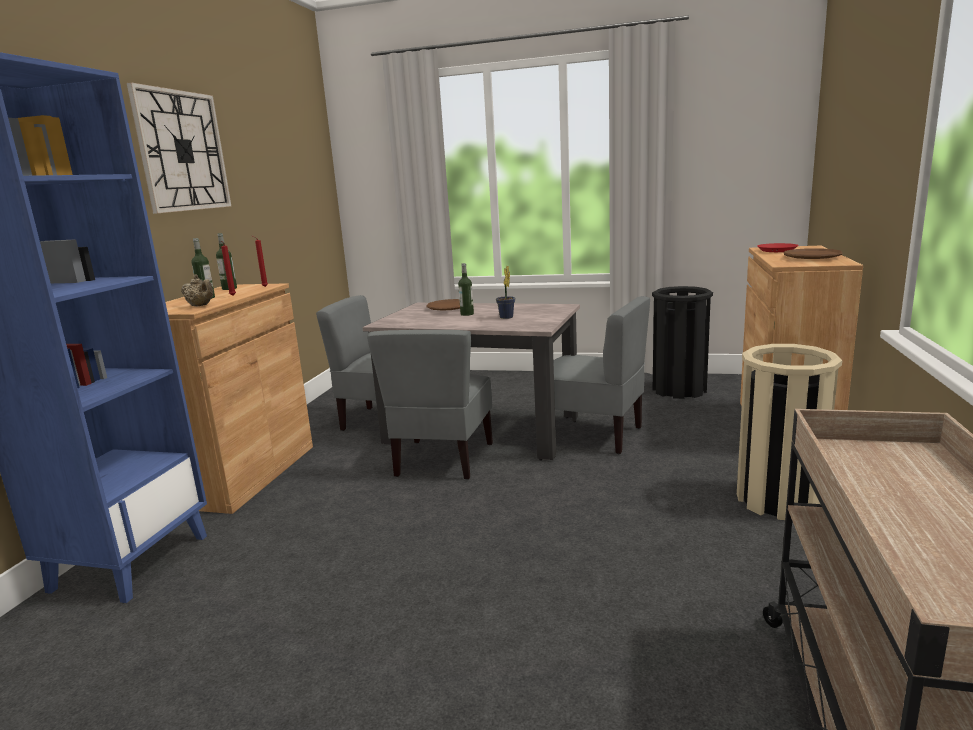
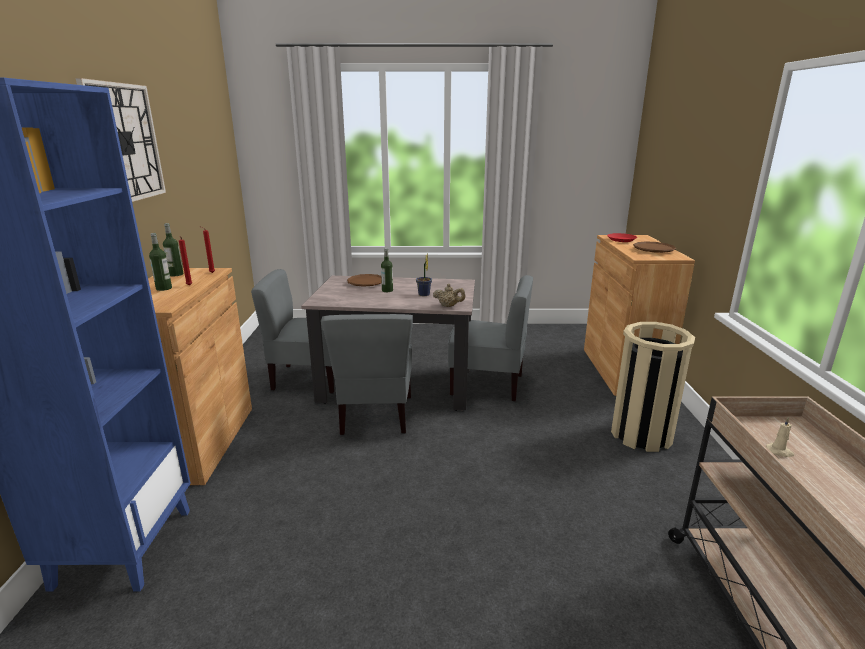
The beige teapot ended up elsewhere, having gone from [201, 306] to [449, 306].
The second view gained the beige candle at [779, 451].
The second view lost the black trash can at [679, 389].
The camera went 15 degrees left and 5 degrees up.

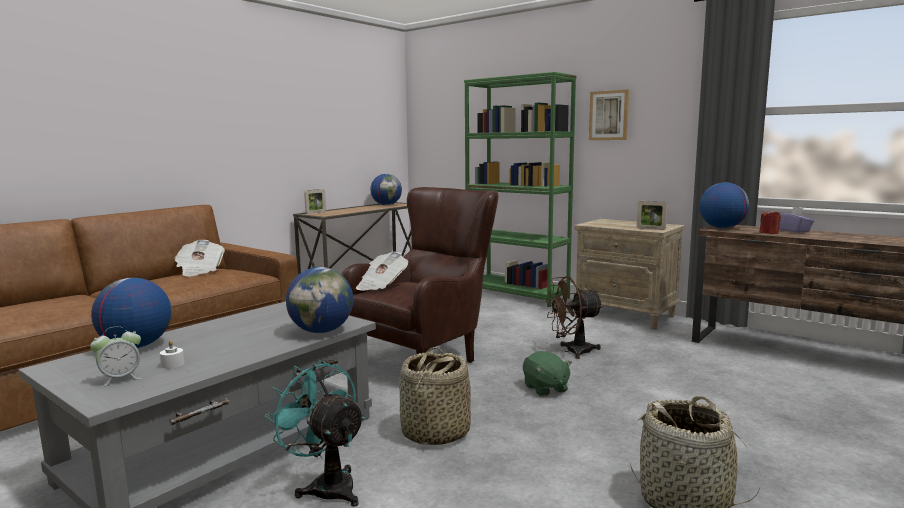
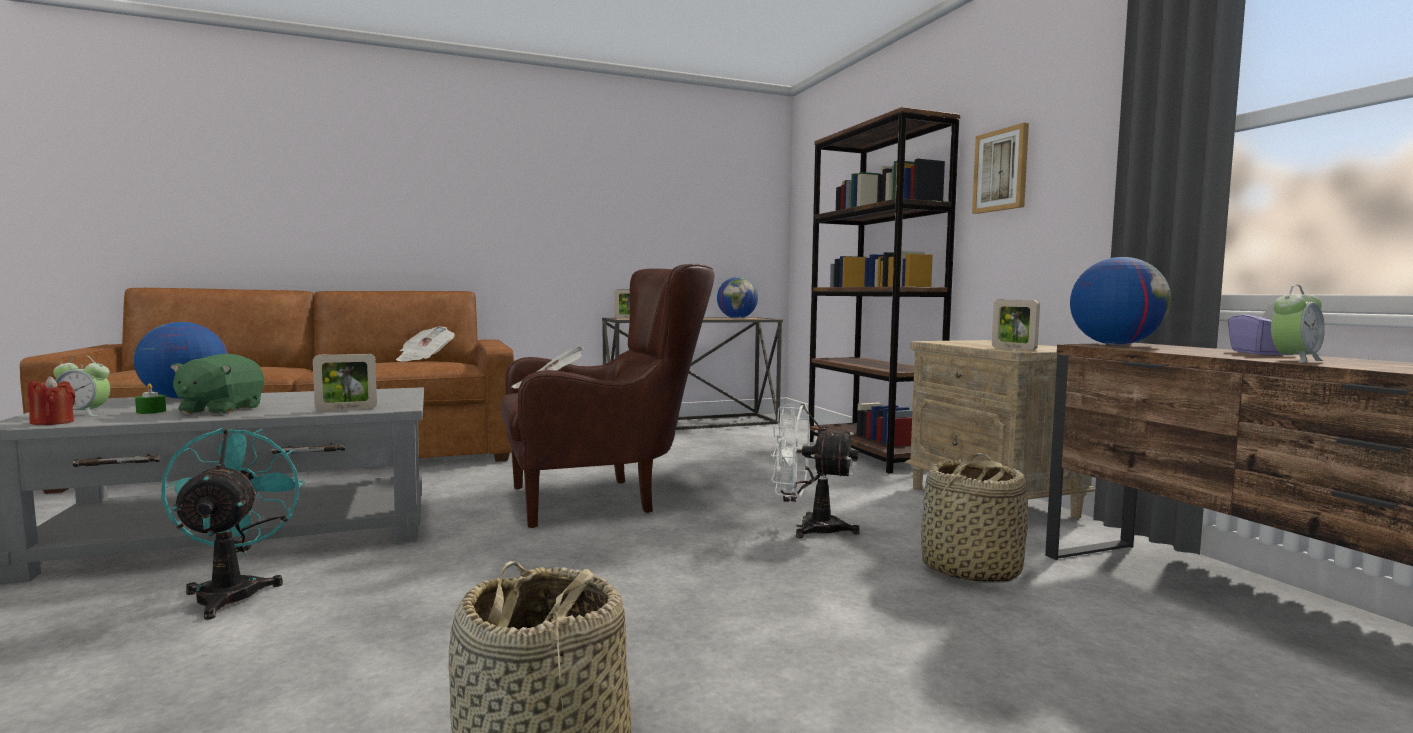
The red candle ended up elsewhere, having gone from [769, 233] to [53, 422].
What was the white candle at [172, 364] turned into the green candle at [151, 411].
The green plush toy ended up elsewhere, having gone from [545, 388] to [219, 410].
Where the globe stood at [322, 331], the picture frame came to stand at [346, 409].
What was the brown fan at [572, 351] turned into the white fan at [809, 528].
What was the green bookcase at [517, 294] turned into the brown bookcase at [870, 453].
The basket ended up elsewhere, having gone from [434, 433] to [969, 570].
The second view gained the alarm clock at [1294, 360].
The camera went 30 degrees right and 5 degrees down.

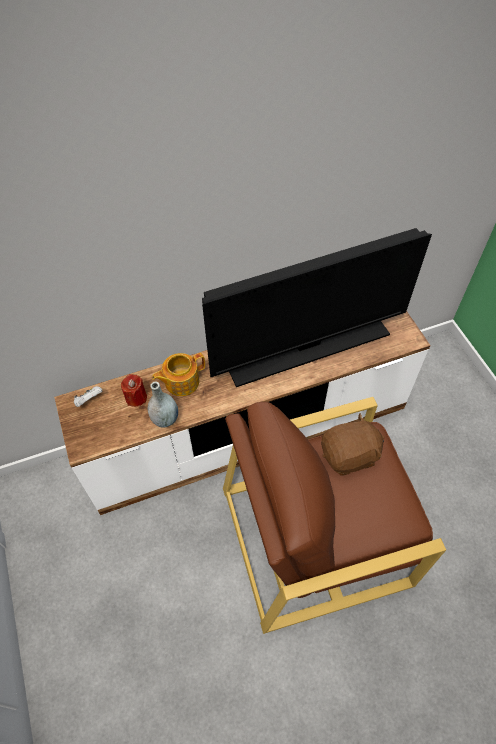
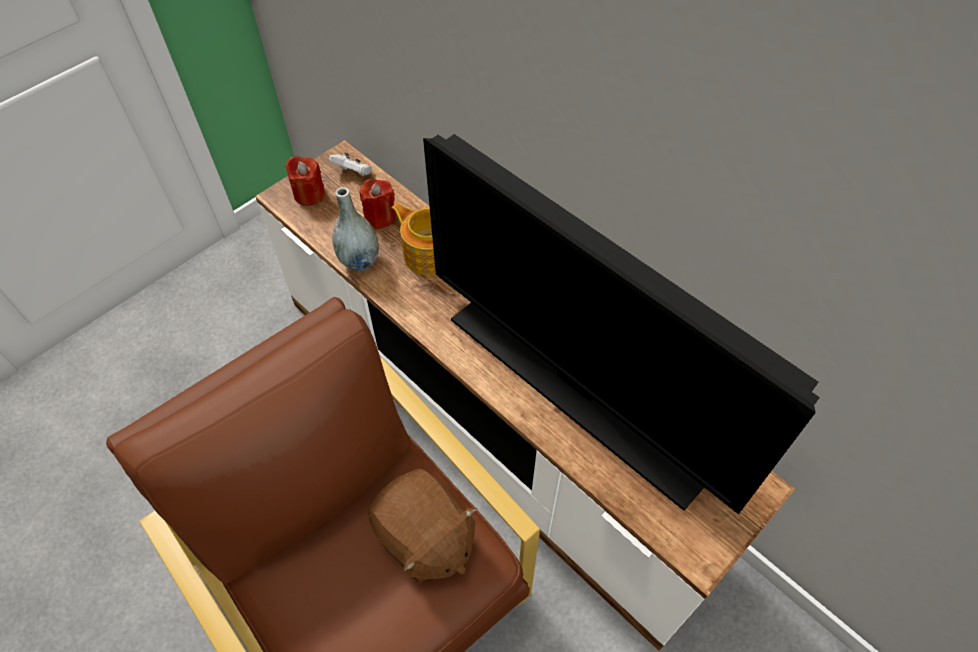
The second view gained the red candle at [309, 194].
The camera went 65 degrees right and 0 degrees up.

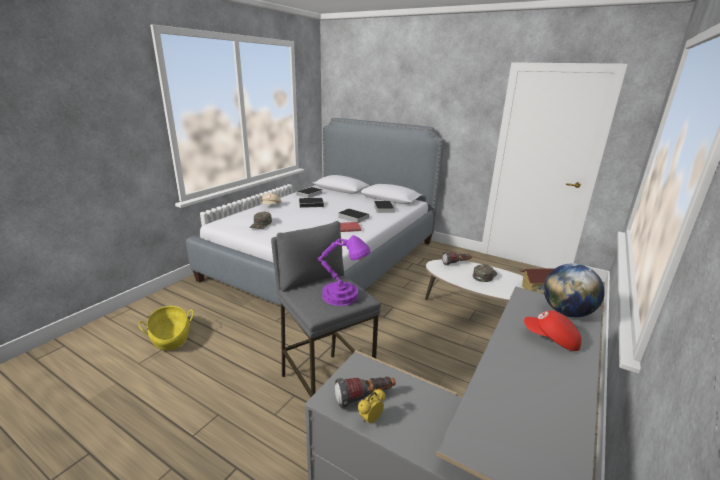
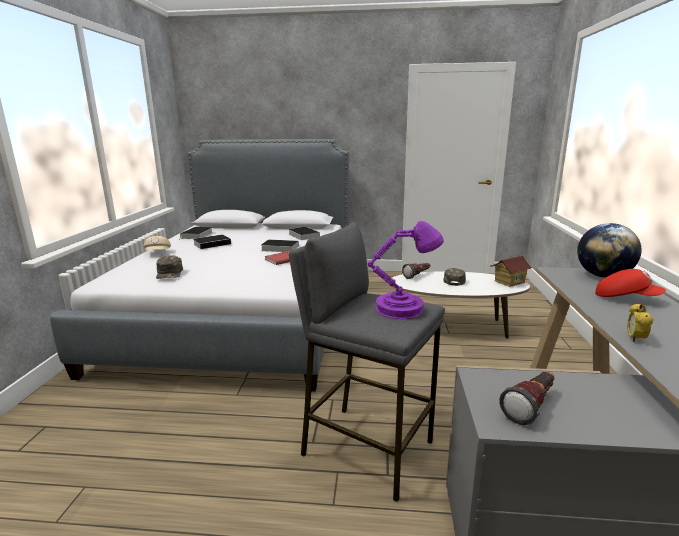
The red cap at [551, 339] ended up facing another way, 150 degrees counterclockwise from before.
The alarm clock ended up elsewhere, having gone from [370, 419] to [635, 339].
The second view lost the basket at [171, 338].
The camera went 25 degrees left and 5 degrees down.

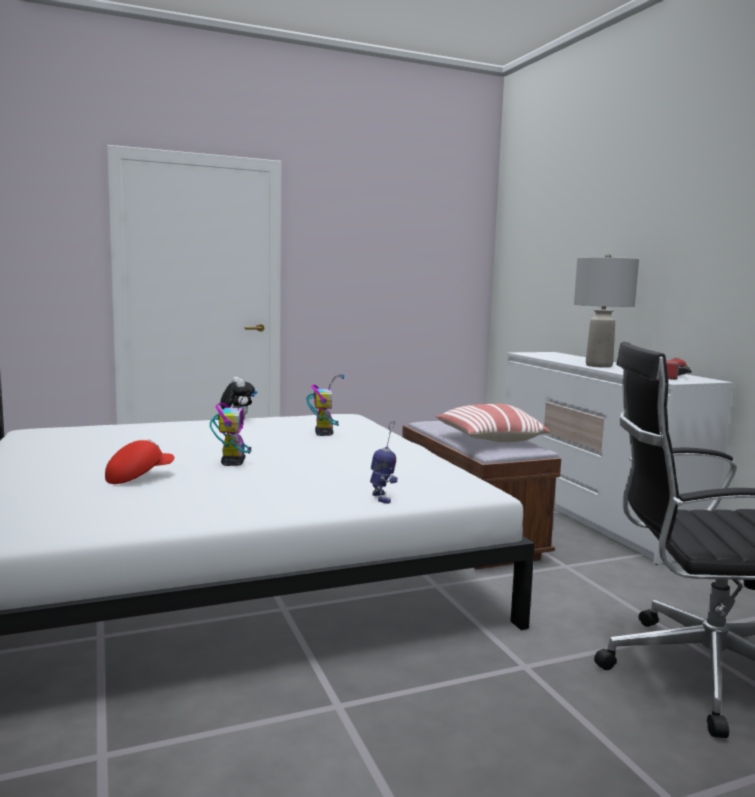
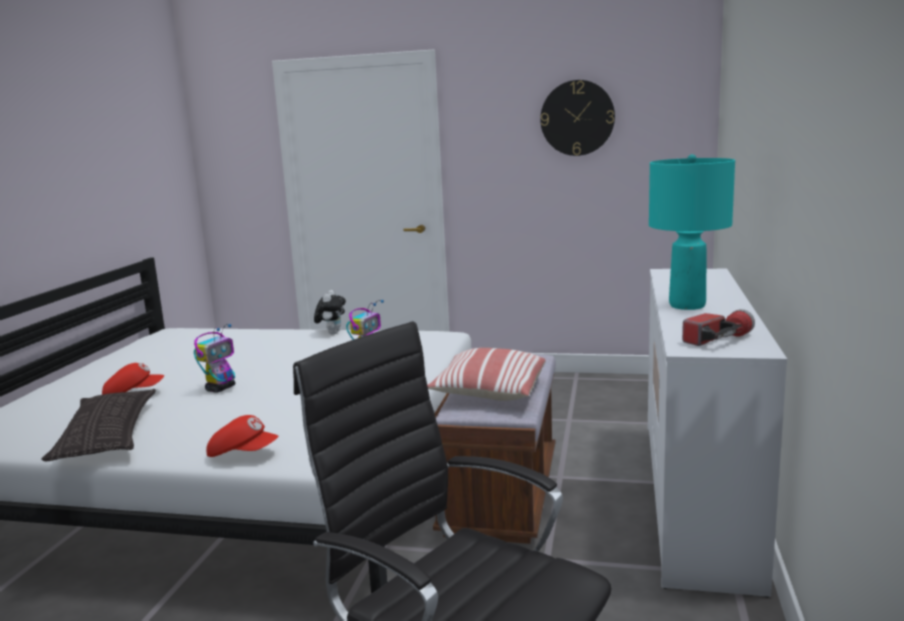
The second view gained the pillow at [107, 434].
Where the toy robot stood at [382, 498], the red cap came to stand at [243, 454].
The second view gained the wall clock at [577, 118].
What was the grey table lamp at [599, 366] turned into the turquoise table lamp at [687, 305].
The camera went 35 degrees right and 5 degrees up.

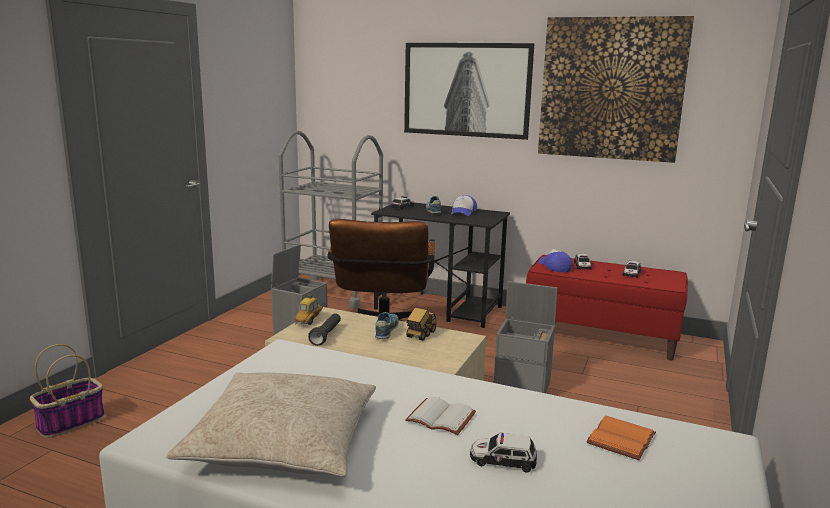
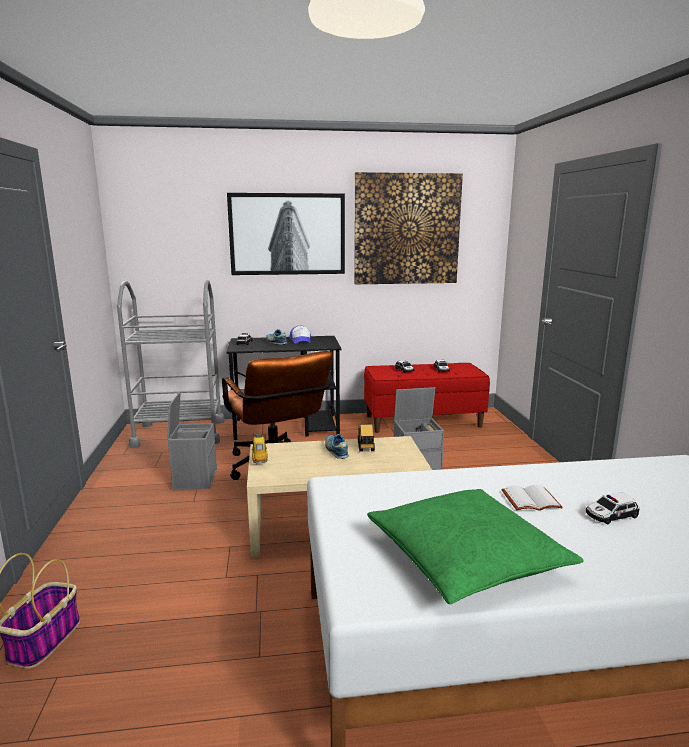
What was the beige pillow at [283, 441] turned into the green pillow at [465, 557].
The second view lost the black flashlight at [326, 335].
The second view lost the cap at [554, 266].
The second view lost the orange book at [622, 440].
The camera went 30 degrees left and 0 degrees up.

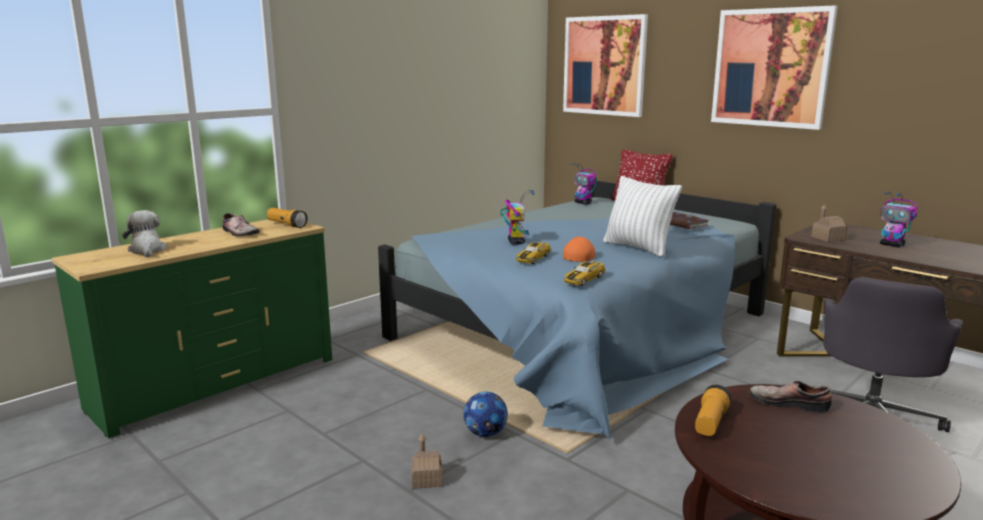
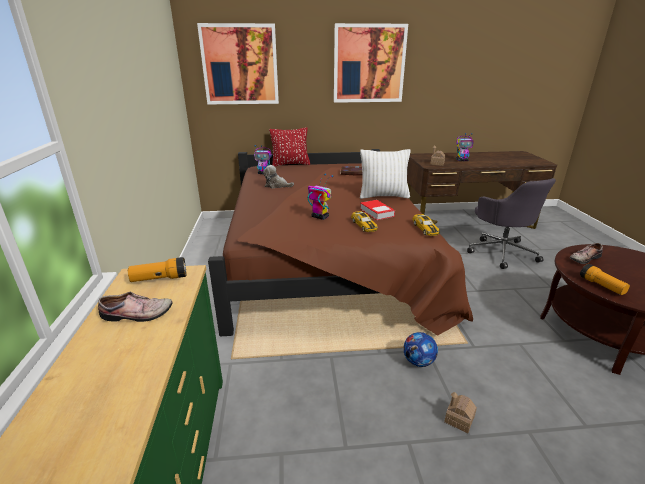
What was the blue bed at [584, 331] turned into the brown bed at [327, 261].
The plush toy ended up elsewhere, having gone from [147, 250] to [276, 186].
Where the orange cap stood at [580, 255], the book came to stand at [376, 212].
The camera went 50 degrees left and 10 degrees up.

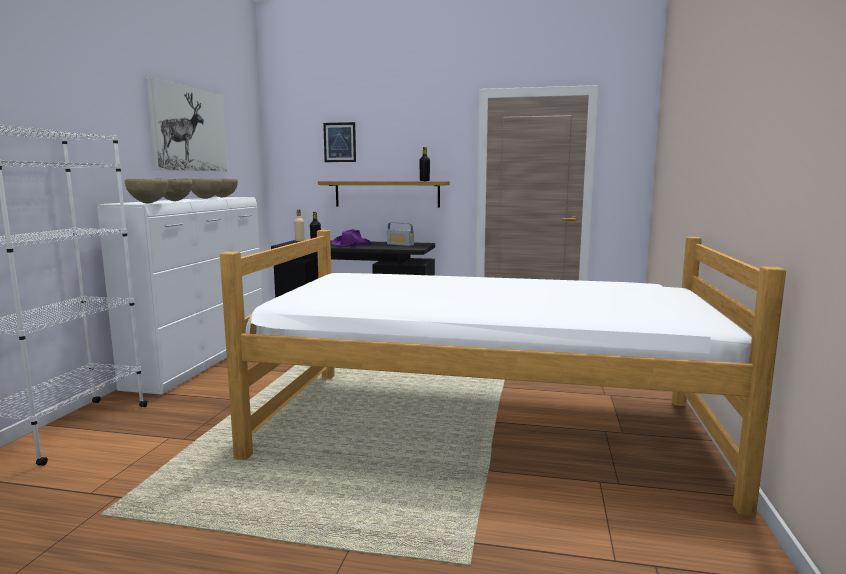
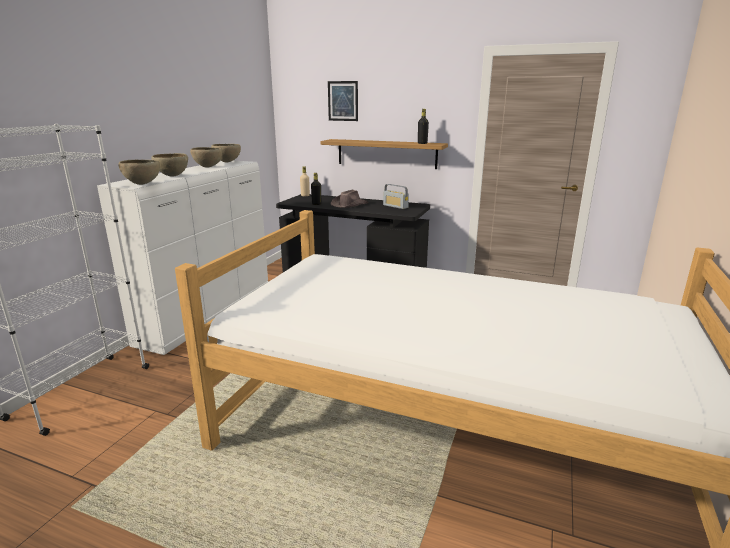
What was the purple hat at [351, 244] turned into the brown hat at [349, 204].
The second view lost the picture at [189, 129].
The camera went 10 degrees right and 10 degrees up.

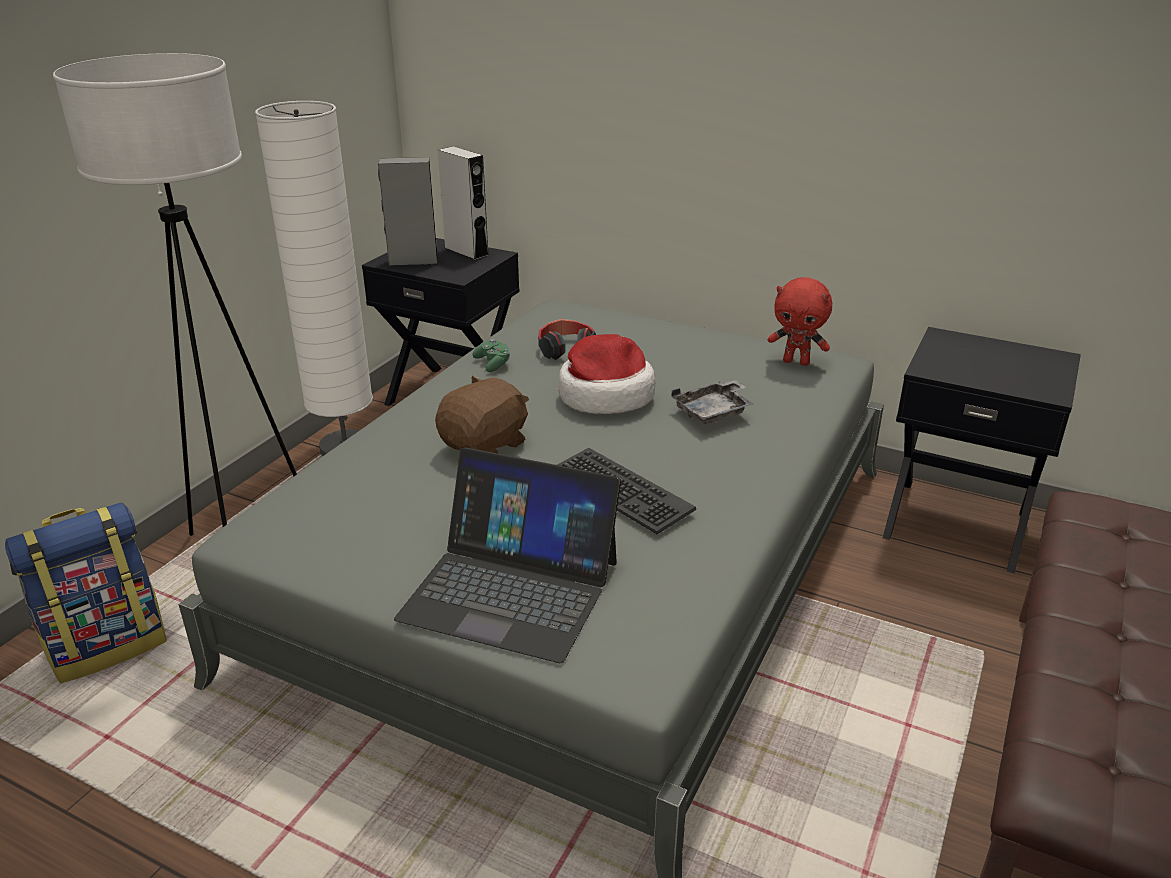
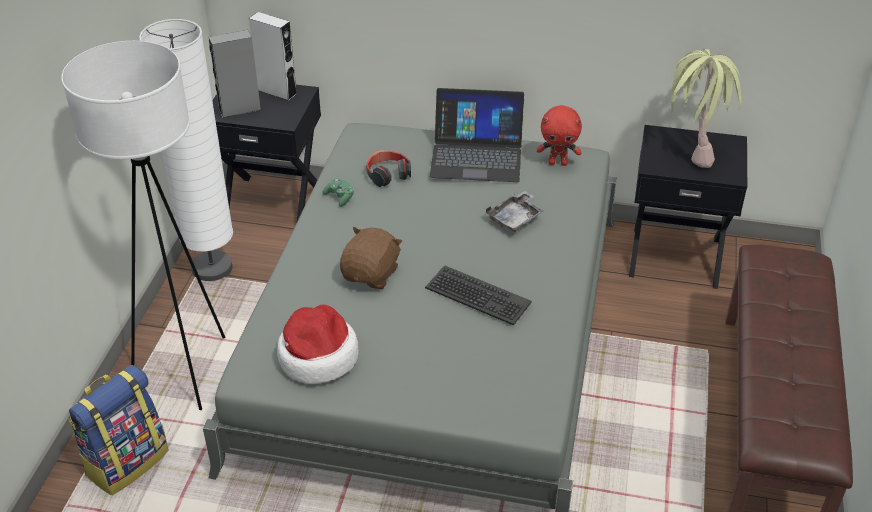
The hat ended up elsewhere, having gone from [605, 395] to [317, 356].
The laptop ended up elsewhere, having gone from [511, 589] to [476, 155].
The second view gained the potted plant at [692, 150].
The camera went 15 degrees left and 10 degrees up.

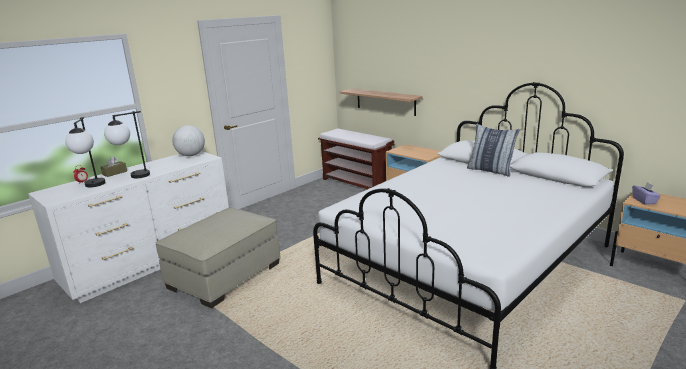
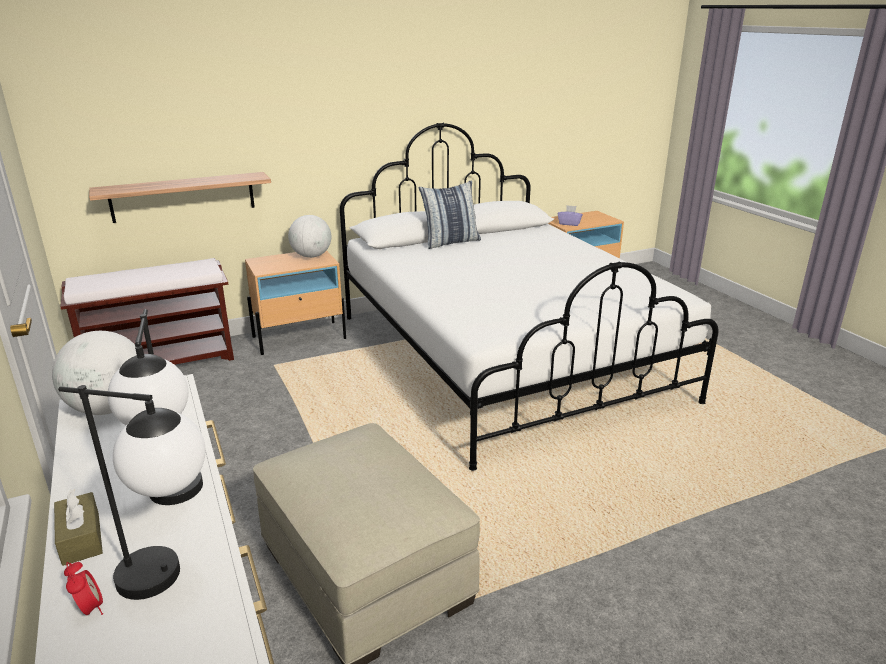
The second view gained the globe at [311, 256].
The camera went 70 degrees left and 5 degrees up.

